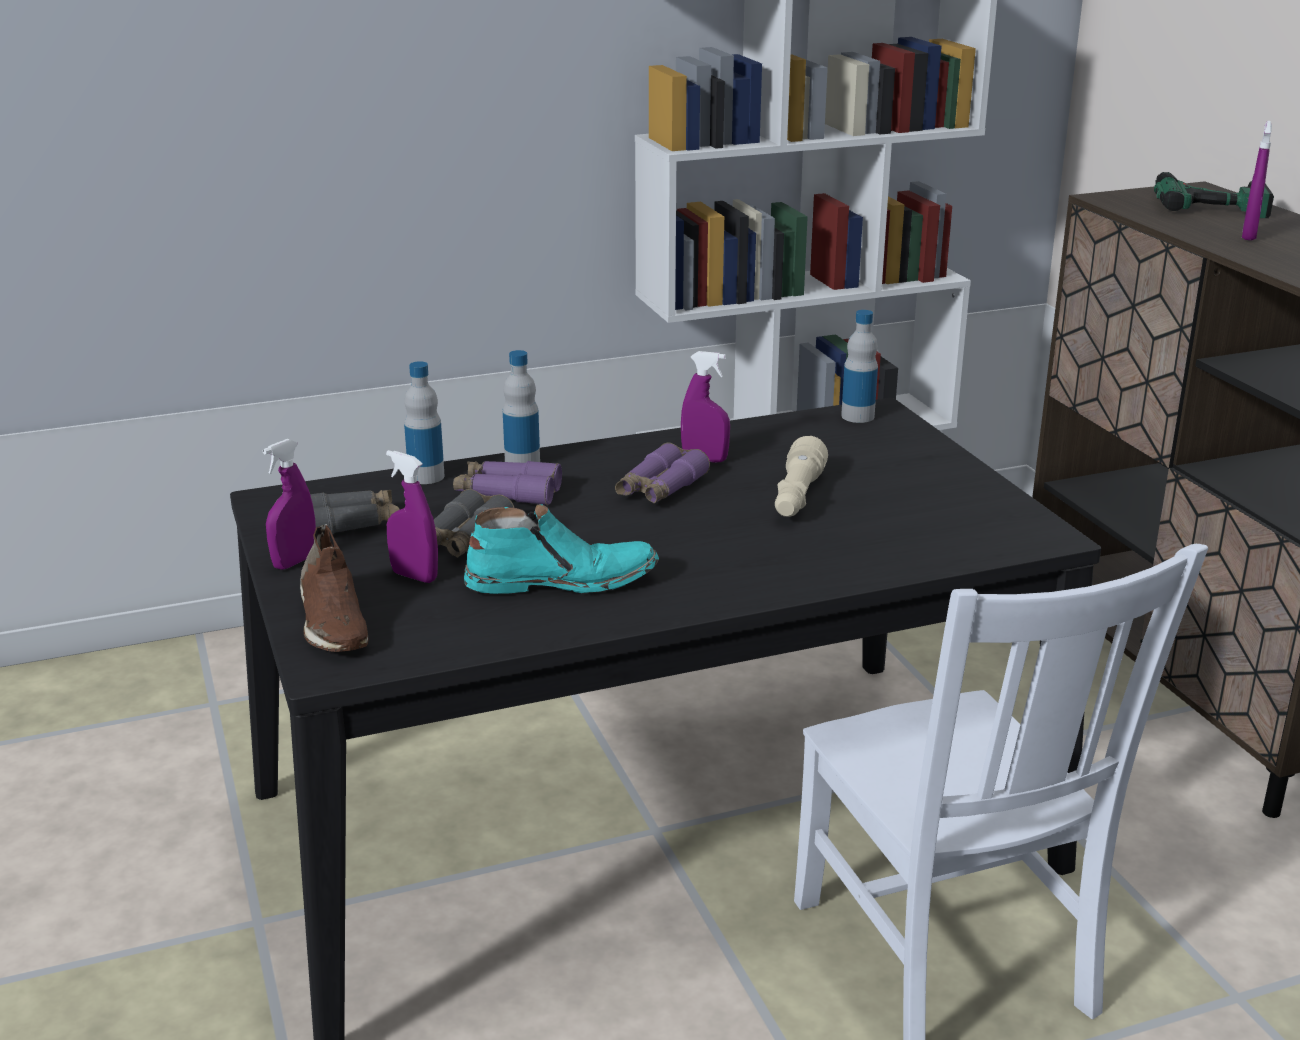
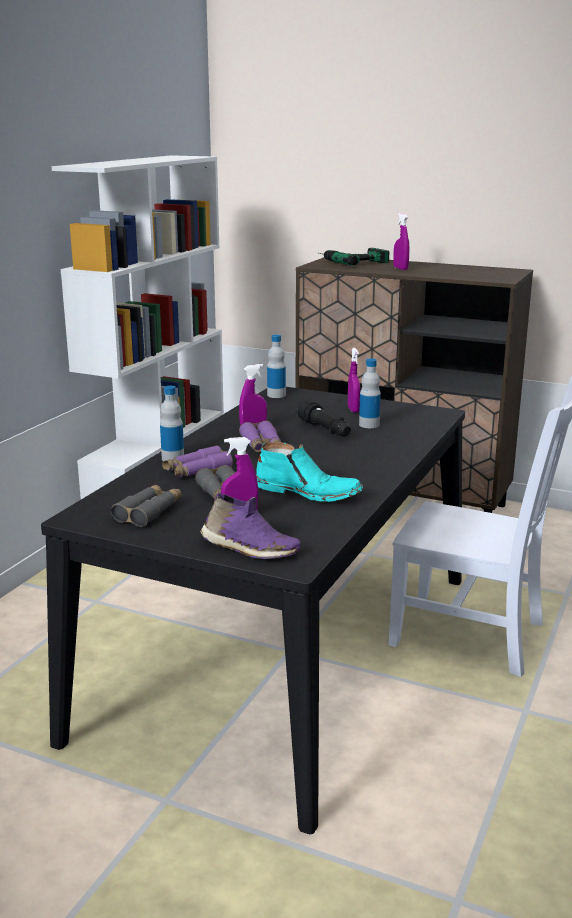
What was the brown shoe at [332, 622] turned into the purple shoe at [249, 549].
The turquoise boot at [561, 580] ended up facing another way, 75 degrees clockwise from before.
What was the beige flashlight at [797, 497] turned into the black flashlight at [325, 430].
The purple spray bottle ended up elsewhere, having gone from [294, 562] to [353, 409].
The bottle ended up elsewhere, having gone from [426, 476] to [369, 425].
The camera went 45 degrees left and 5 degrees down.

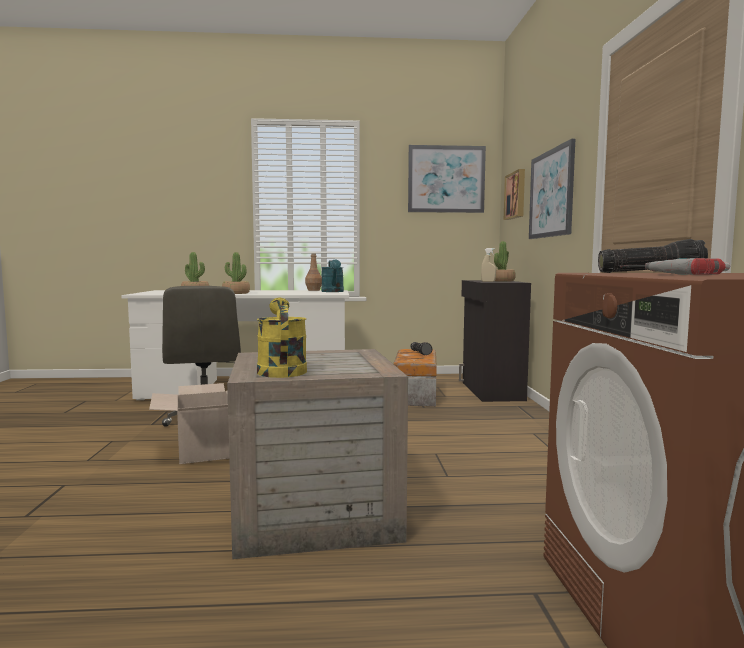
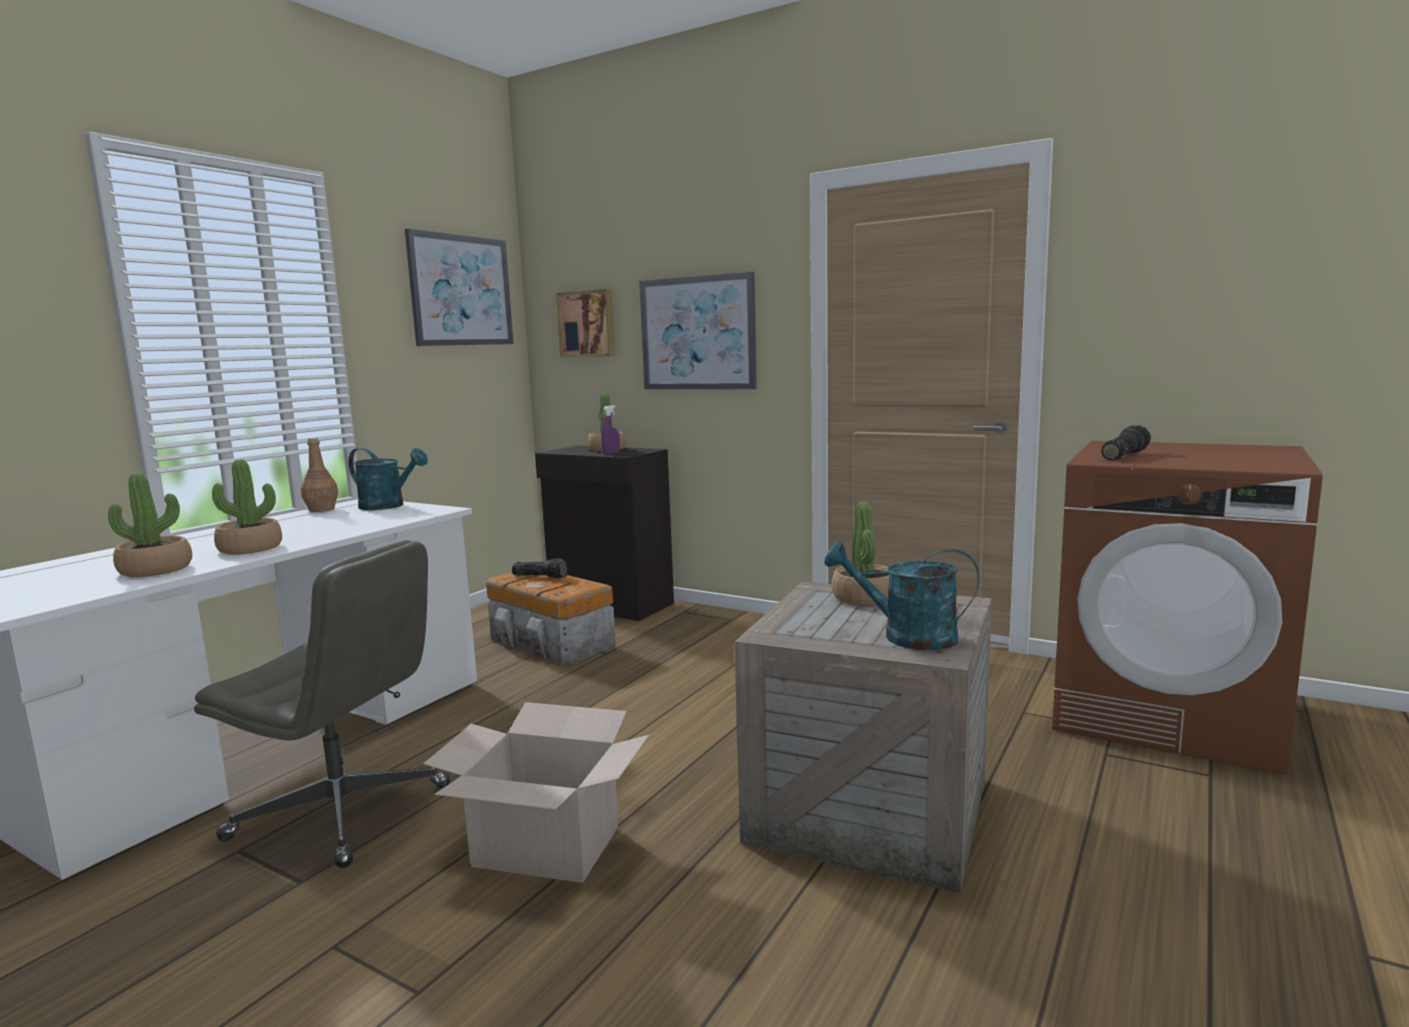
What was the beige spray bottle at [488, 281] turned into the purple spray bottle at [611, 453].
What was the yellow watering can at [281, 369] turned into the turquoise watering can at [906, 637].
The second view gained the potted plant at [864, 598].
The second view lost the power drill at [675, 274].
The camera went 55 degrees left and 5 degrees up.

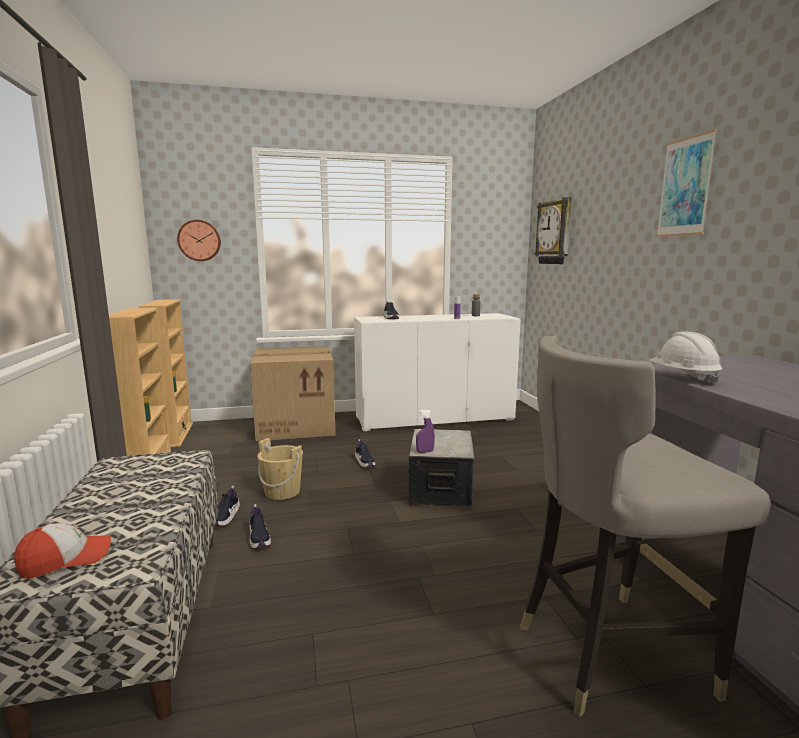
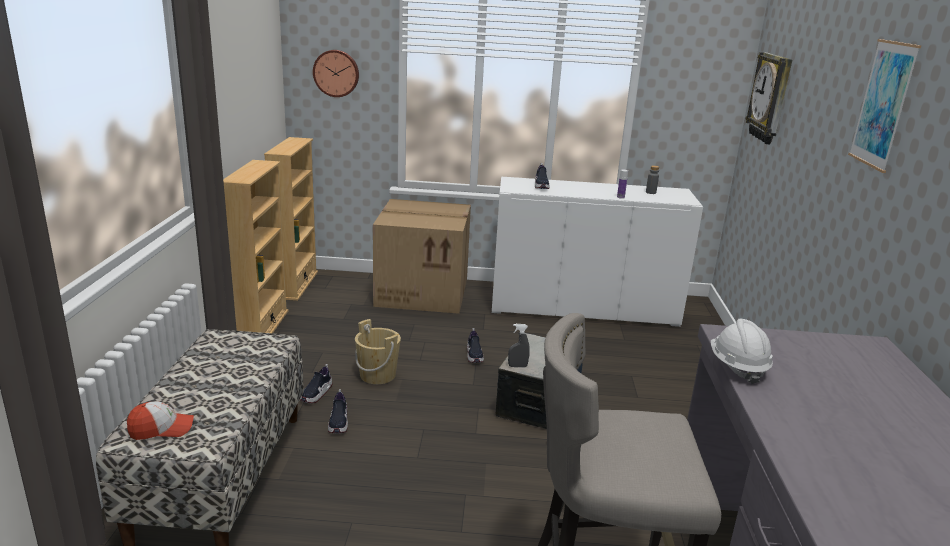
What was the purple spray bottle at [425, 451] turned into the grey spray bottle at [517, 366].
The camera went 15 degrees right and 10 degrees up.

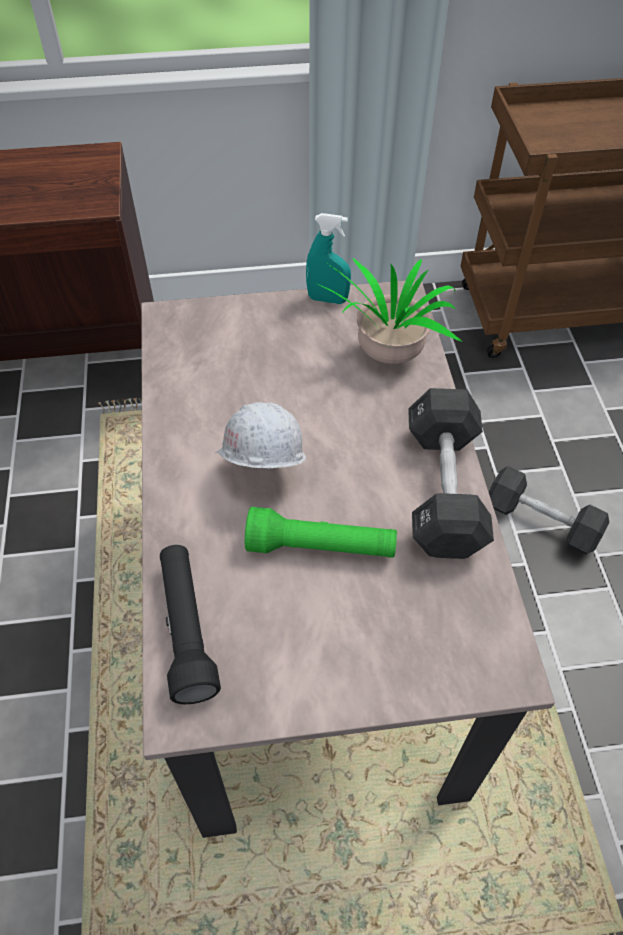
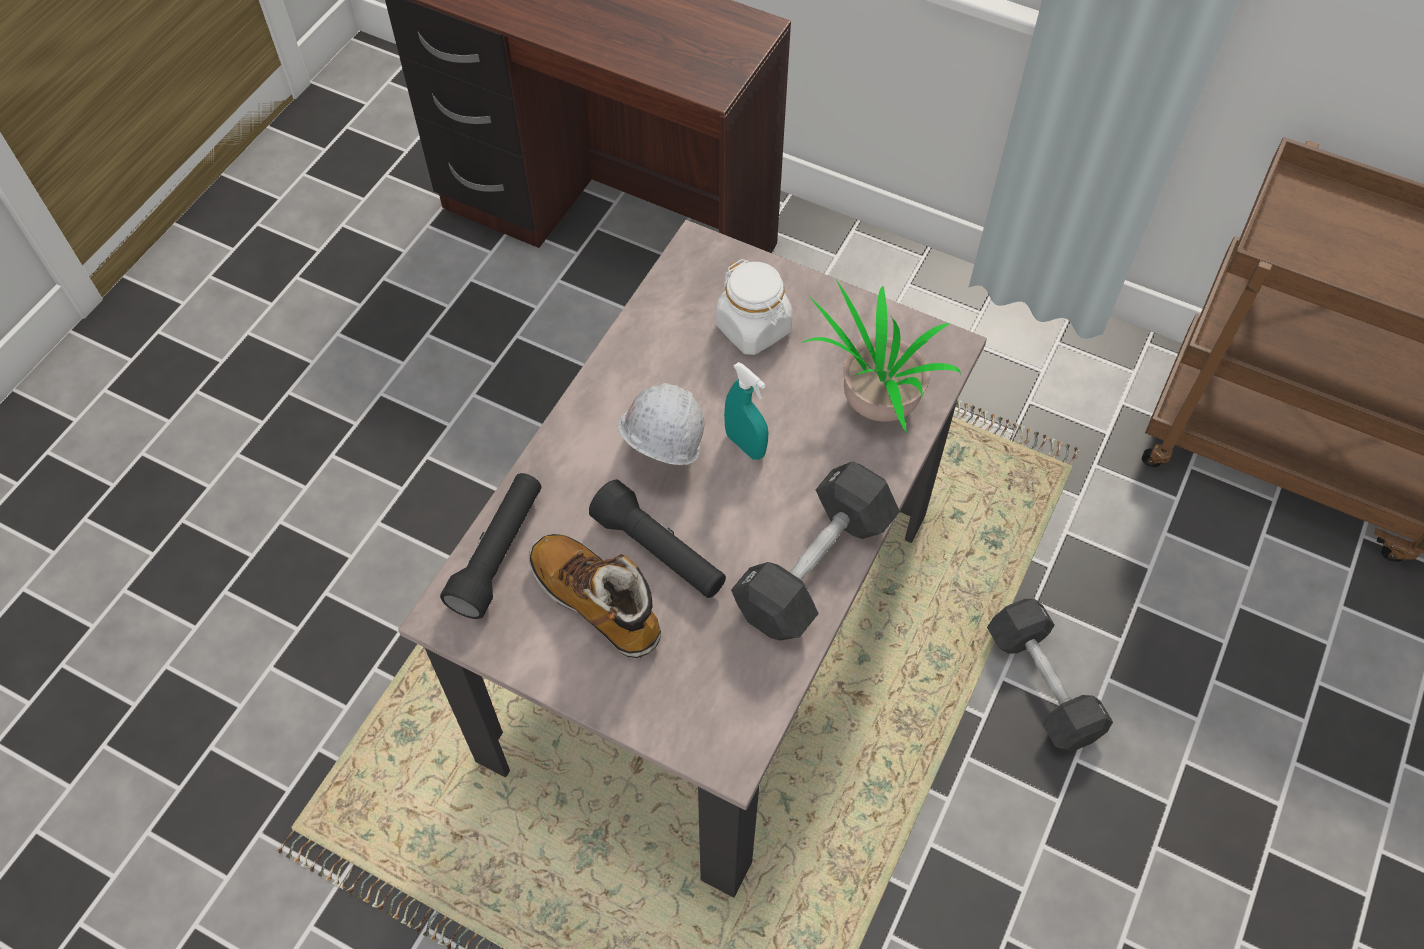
The second view gained the boot at [597, 602].
What was the green flashlight at [321, 547] turned into the black flashlight at [660, 552].
The second view gained the white jar at [753, 328].
The turquoise spray bottle ended up elsewhere, having gone from [327, 299] to [745, 445].
The camera went 35 degrees right and 5 degrees up.

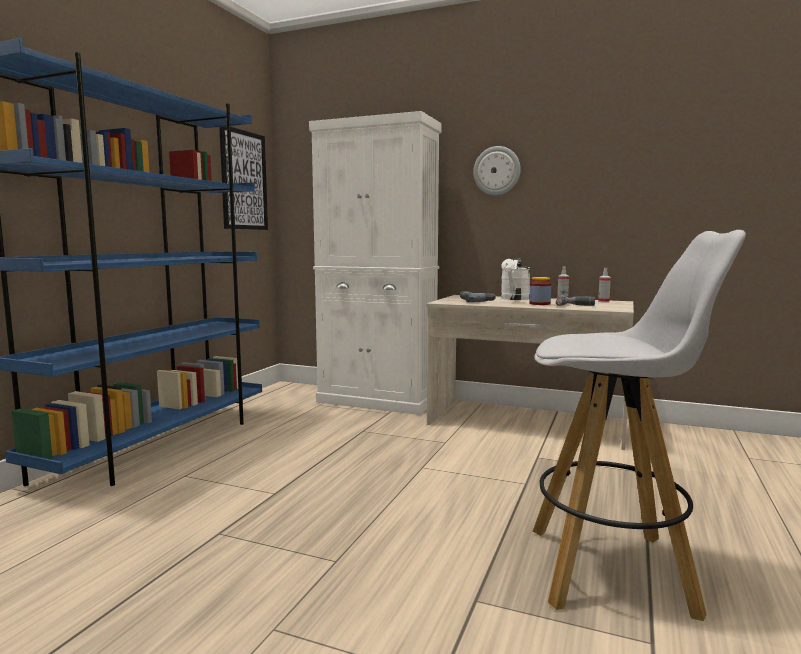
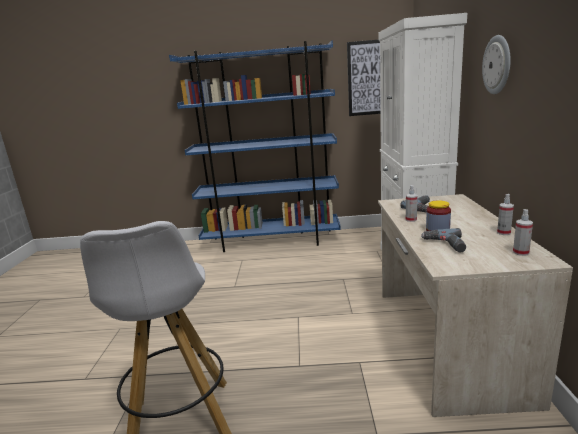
The second view gained the spray bottle at [411, 219].
The second view lost the white watering can at [514, 299].
The camera went 70 degrees right and 10 degrees up.

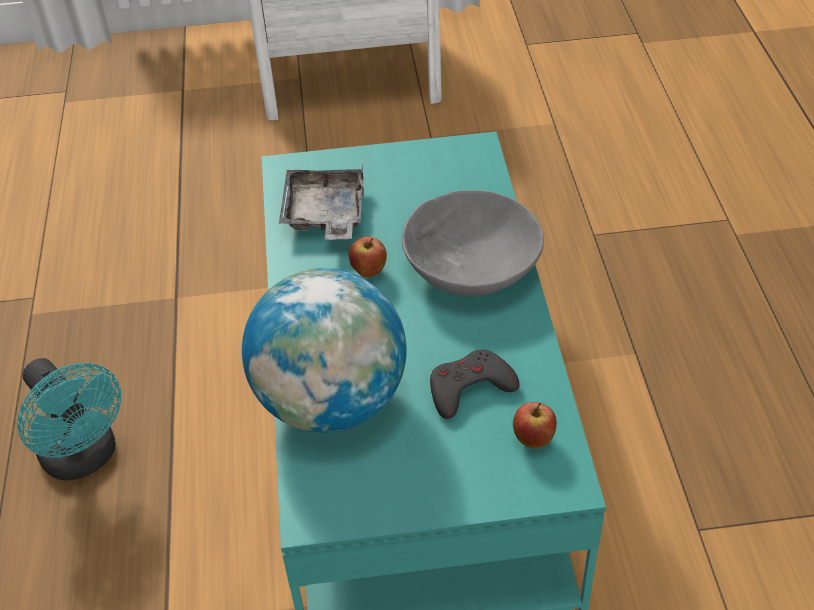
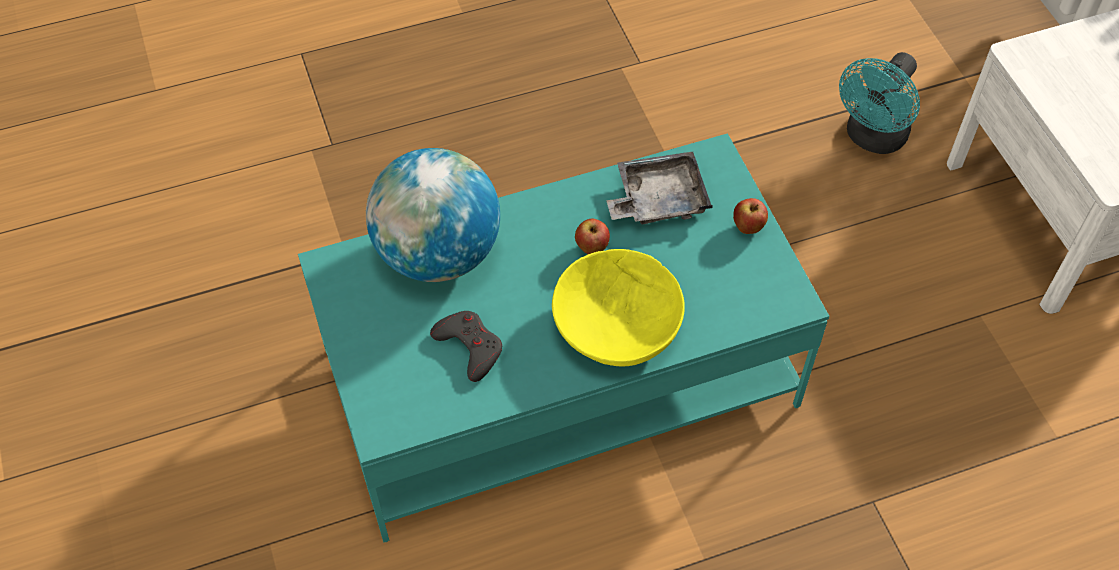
What was the grey bowl at [471, 268] turned into the yellow bowl at [616, 325].
The apple ended up elsewhere, having gone from [533, 440] to [748, 227].
The turquoise fan ended up elsewhere, having gone from [85, 458] to [872, 138].
The camera went 75 degrees right and 10 degrees up.

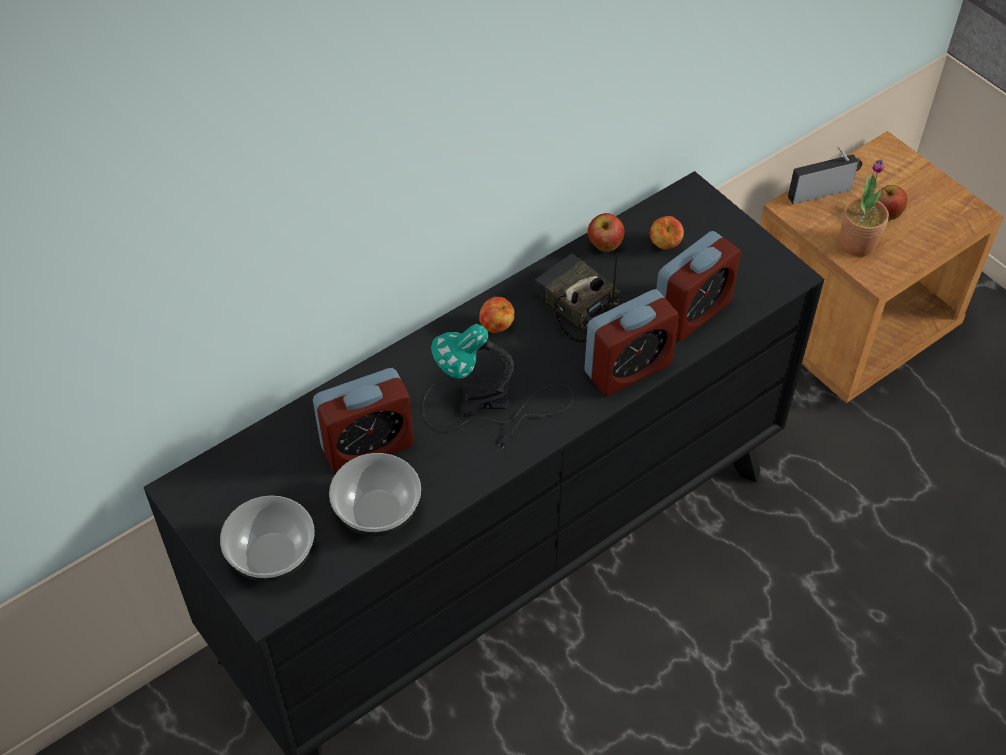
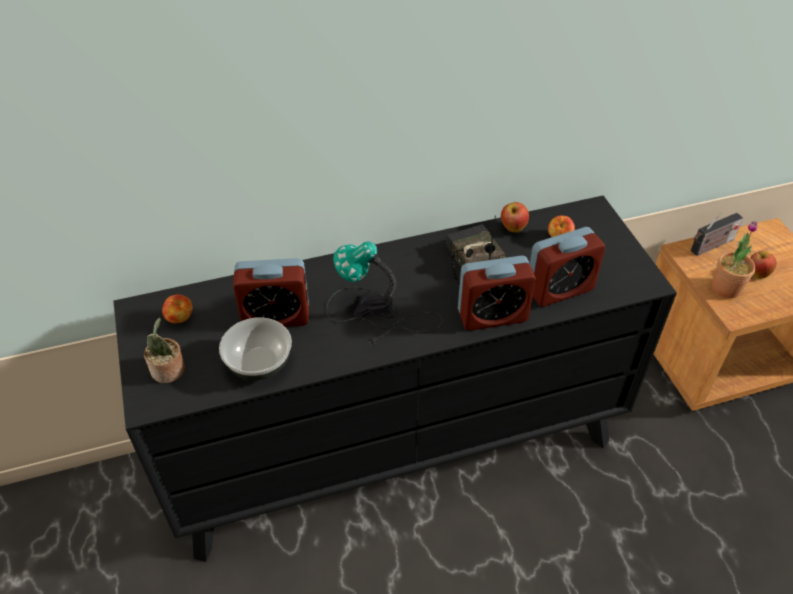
Where the bowl stood at [271, 555], the potted plant came to stand at [169, 371].
The apple ended up elsewhere, having gone from [497, 326] to [180, 318].
The radio at [822, 192] ended up facing another way, 150 degrees clockwise from before.
The camera went 20 degrees right and 5 degrees down.

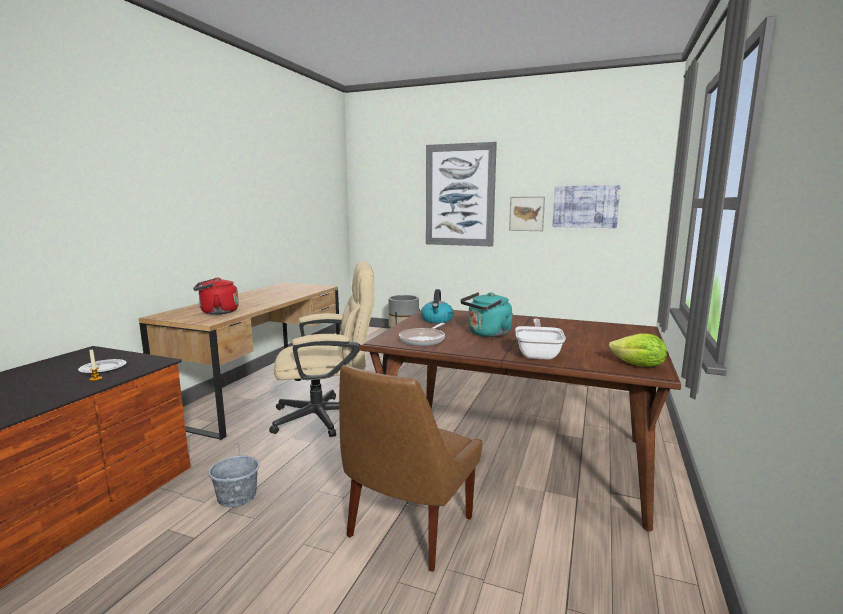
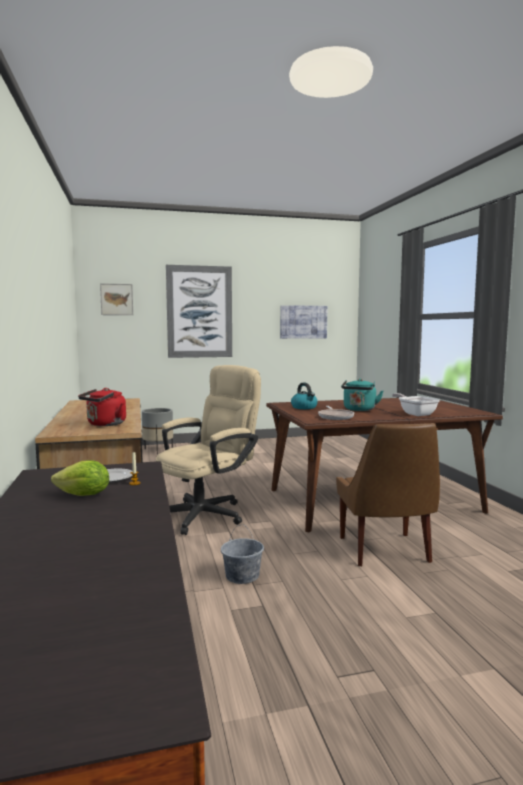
The lettuce ended up elsewhere, having gone from [638, 366] to [84, 495].
The picture ended up elsewhere, having gone from [526, 213] to [117, 299].
The camera went 35 degrees left and 5 degrees down.

